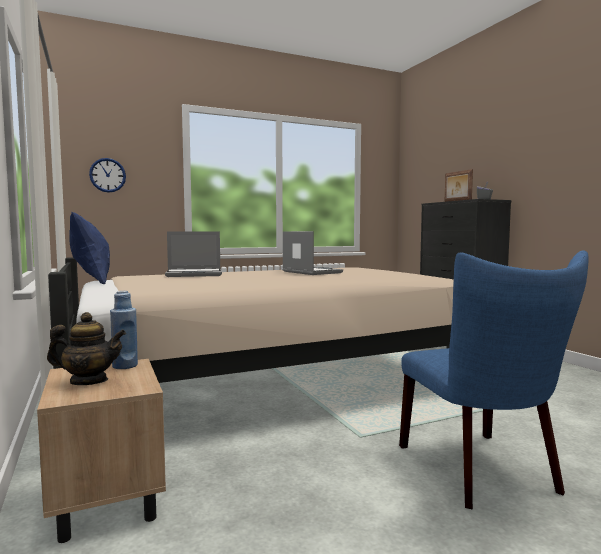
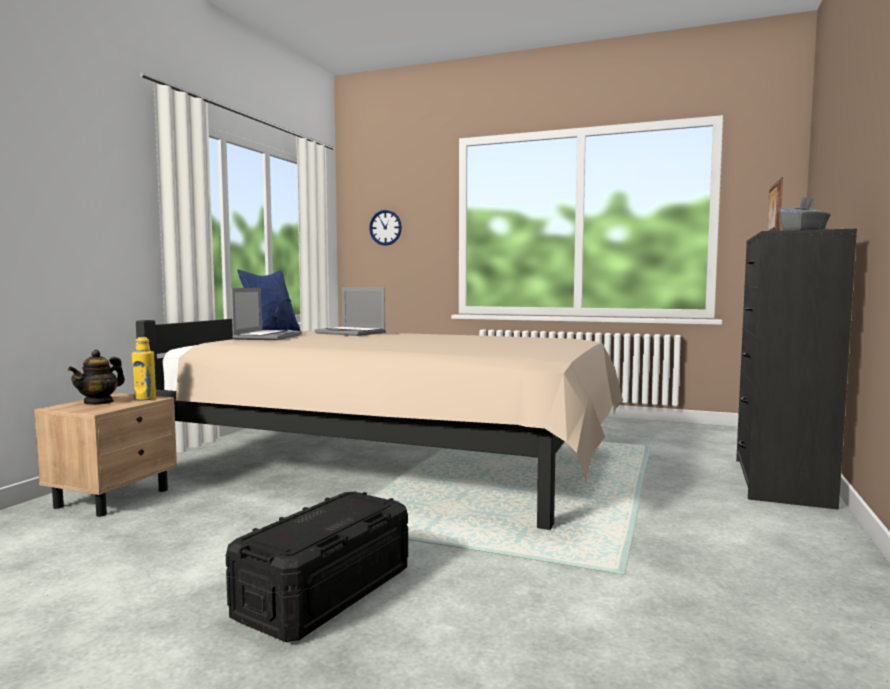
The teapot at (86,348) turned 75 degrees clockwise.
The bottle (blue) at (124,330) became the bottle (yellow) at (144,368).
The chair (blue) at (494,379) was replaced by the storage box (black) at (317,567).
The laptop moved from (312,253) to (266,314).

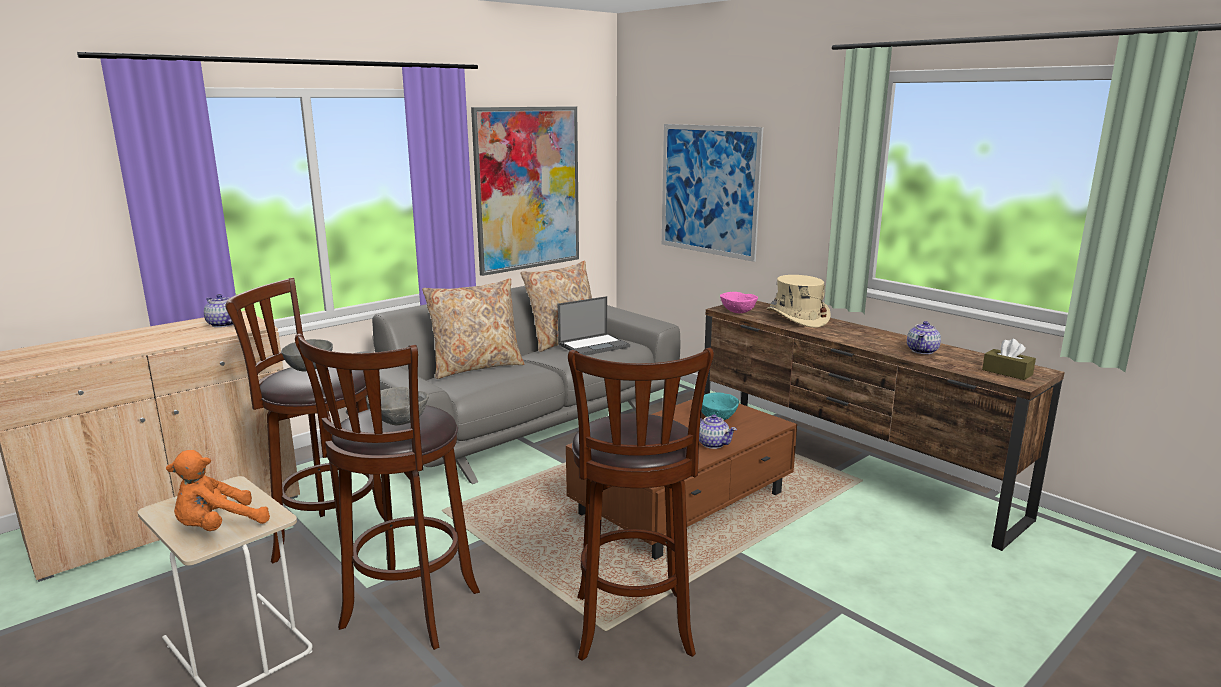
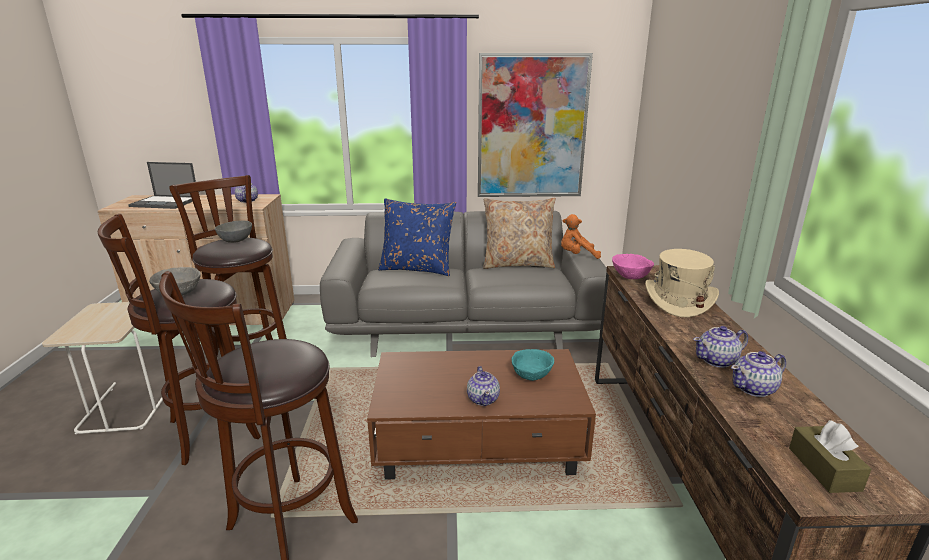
The laptop moved from (594,326) to (162,185).
The pillow (beige) at (473,328) became the pillow (blue) at (417,237).
The plush toy (orange) moved from (218,490) to (581,236).
The teapot at (720,347) appeared.
The picture at (712,193) disappeared.

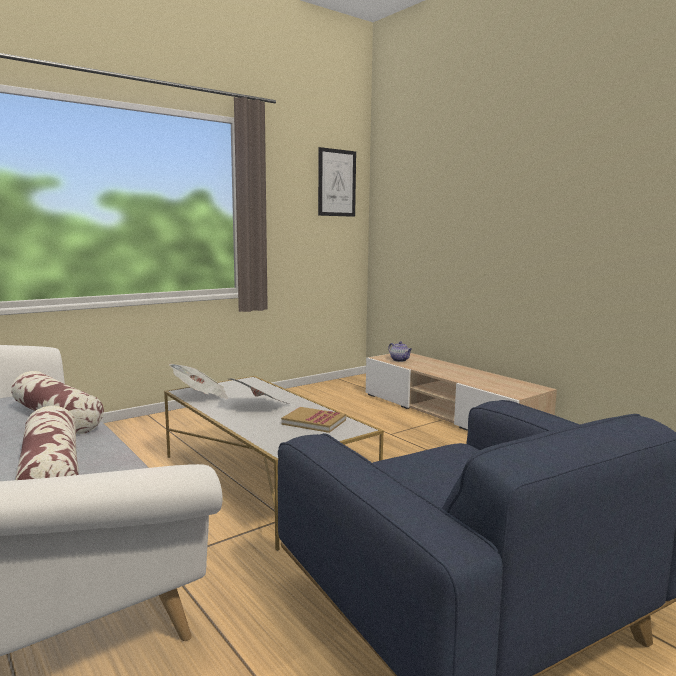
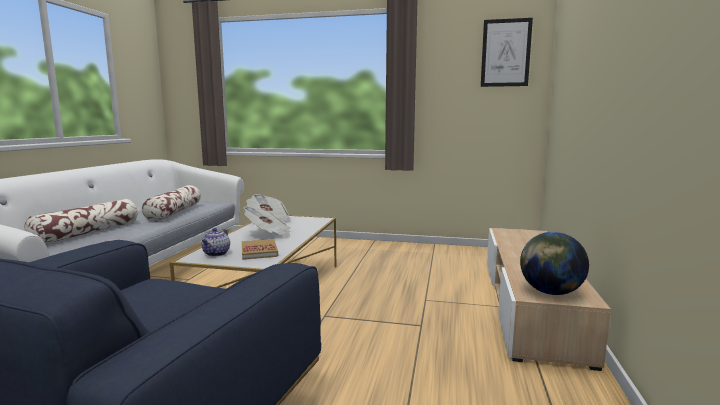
The teapot moved from (400,351) to (215,242).
The globe at (554,263) appeared.

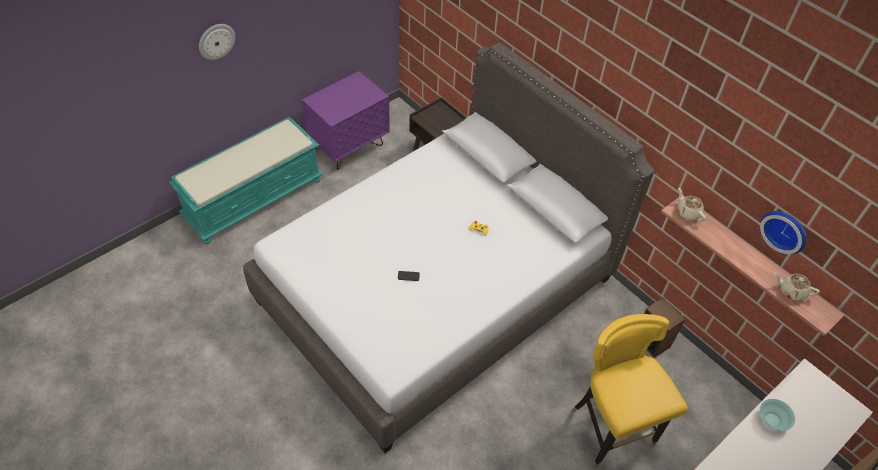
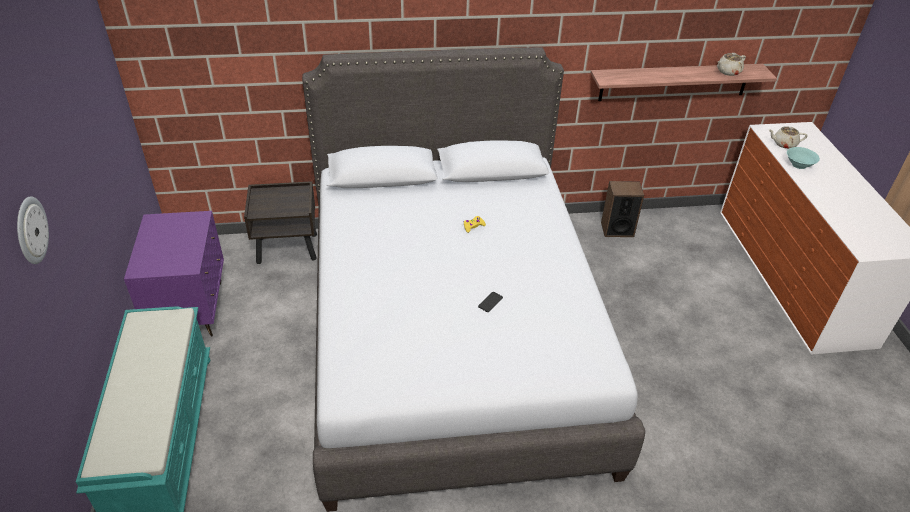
The teapot (beige) moved from (691,204) to (788,137).
The chair (yellow) at (629,391) disappeared.
The wall clock at (783,232) disappeared.

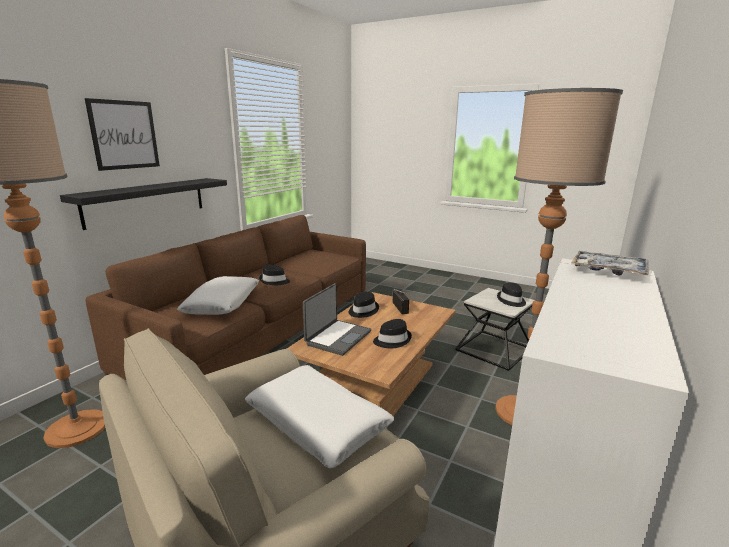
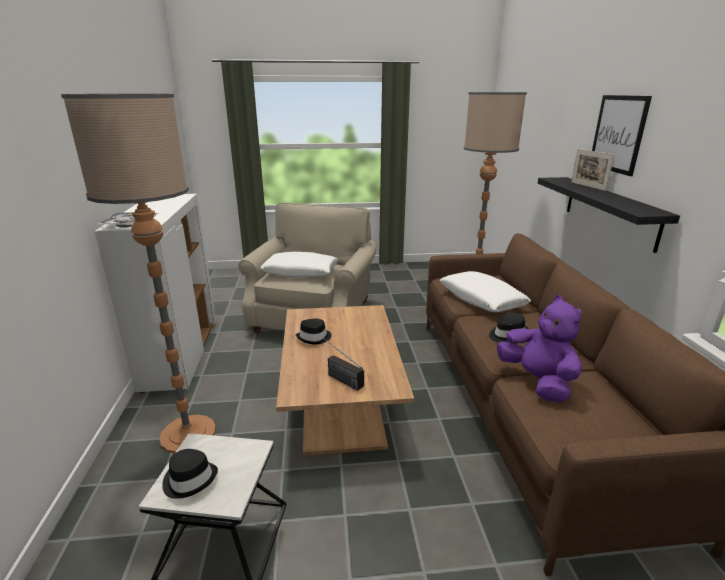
The plush toy (purple) at (539,349) appeared.
The picture frame at (593,170) appeared.
The laptop at (337,319) disappeared.
The hat (black) at (364,305) disappeared.

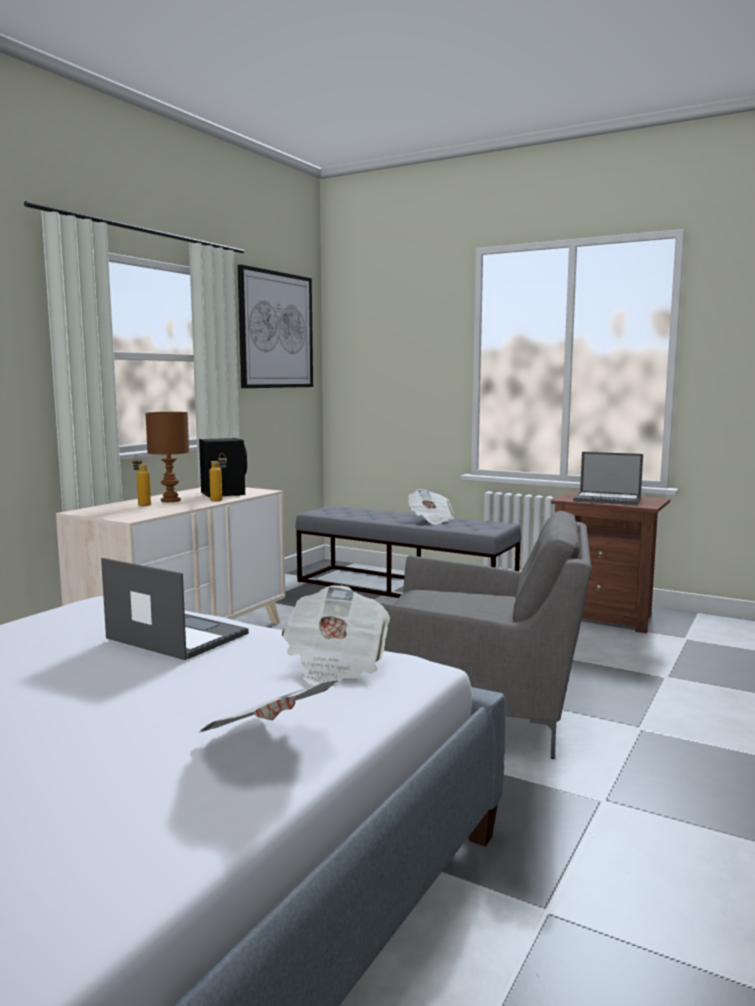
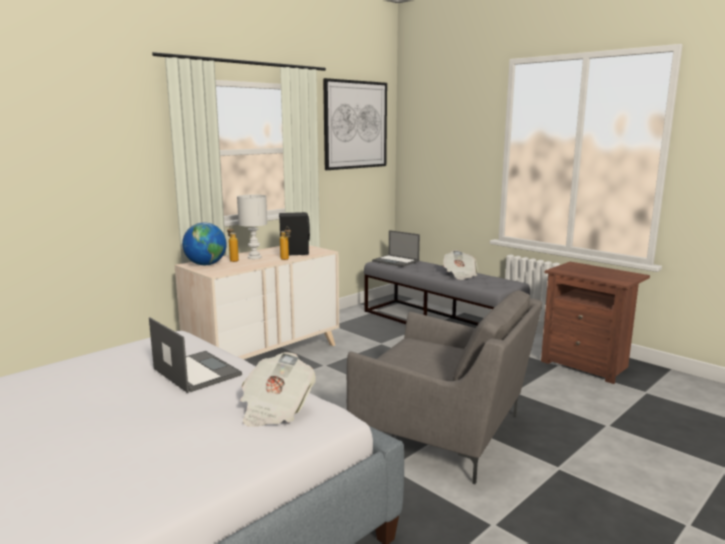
The globe at (204,243) appeared.
The table lamp (brown) at (167,457) became the table lamp (white) at (252,226).
The laptop moved from (608,478) to (396,248).
The newspaper at (268,706) disappeared.

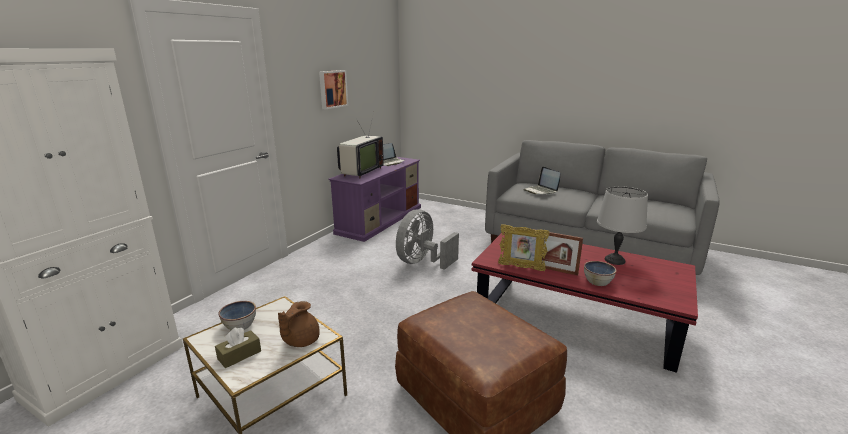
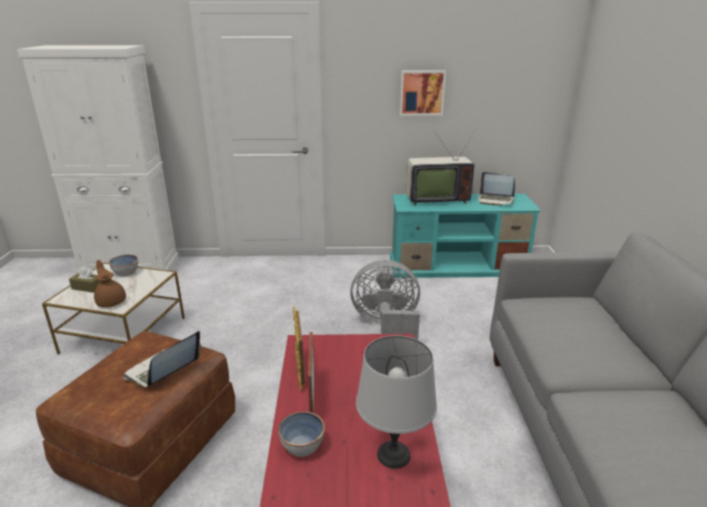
The teapot (brown) at (299,324) turned 60 degrees clockwise.
The laptop moved from (542,180) to (162,359).
The tv stand (purple) at (374,199) became the tv stand (turquoise) at (465,236).

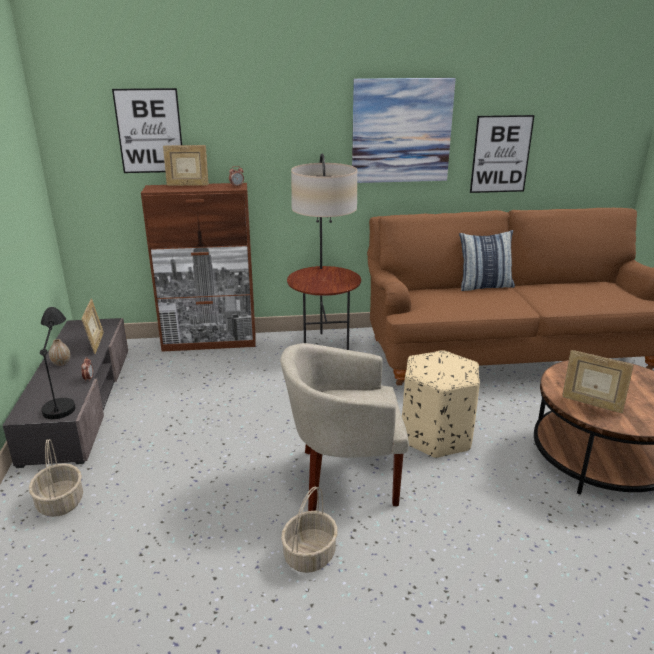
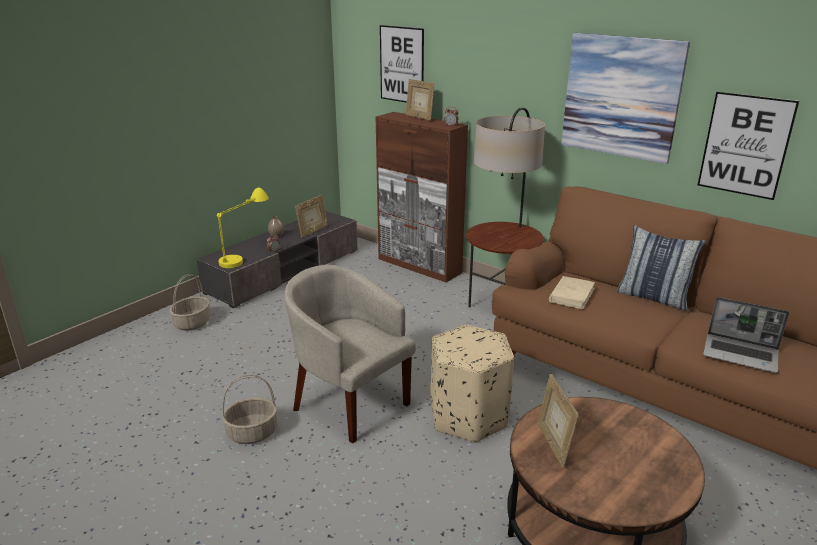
The table lamp (black) at (57,363) became the table lamp (yellow) at (243,228).
The book (beige) at (572,292) appeared.
The laptop at (746,335) appeared.

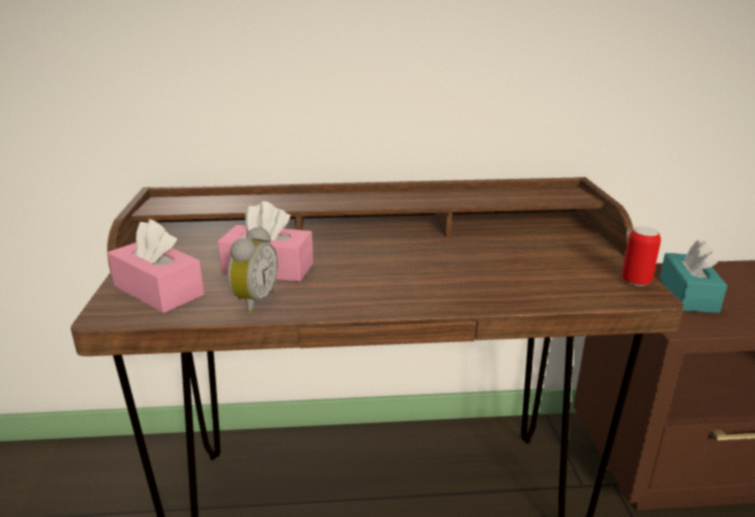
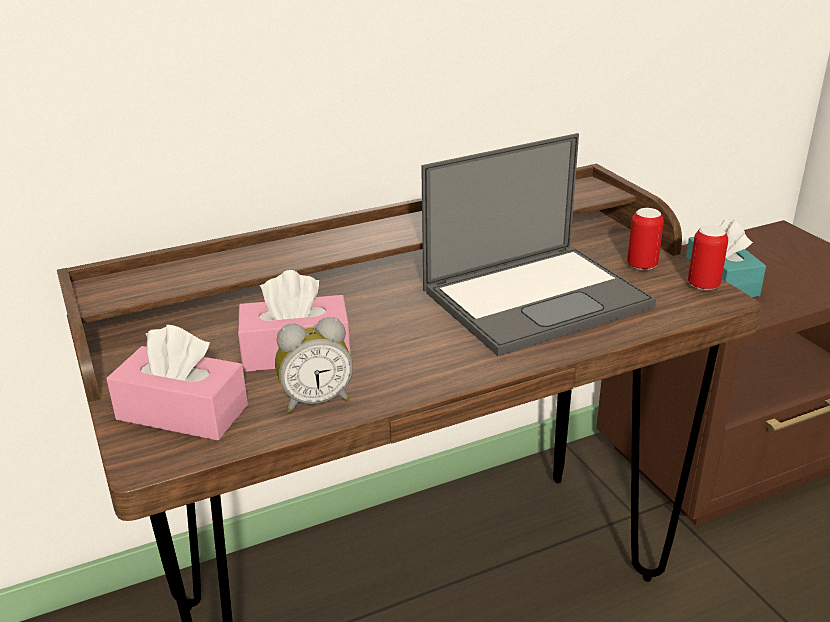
The alarm clock at (252,270) turned 75 degrees clockwise.
The laptop at (538,244) appeared.
The can at (645,239) appeared.

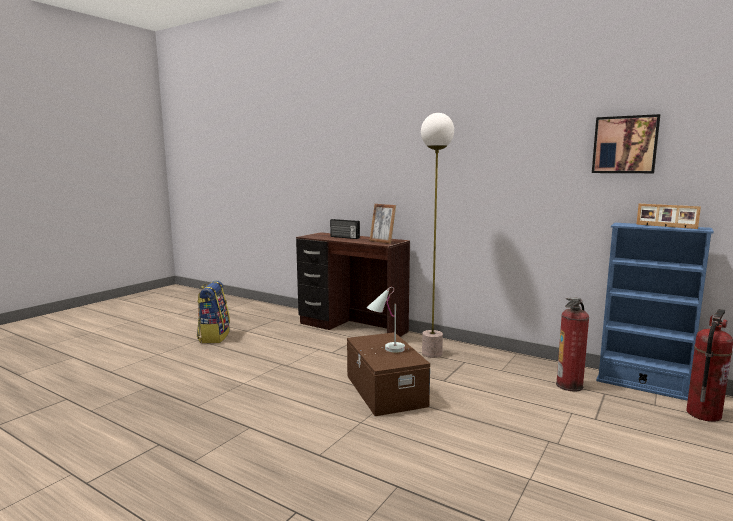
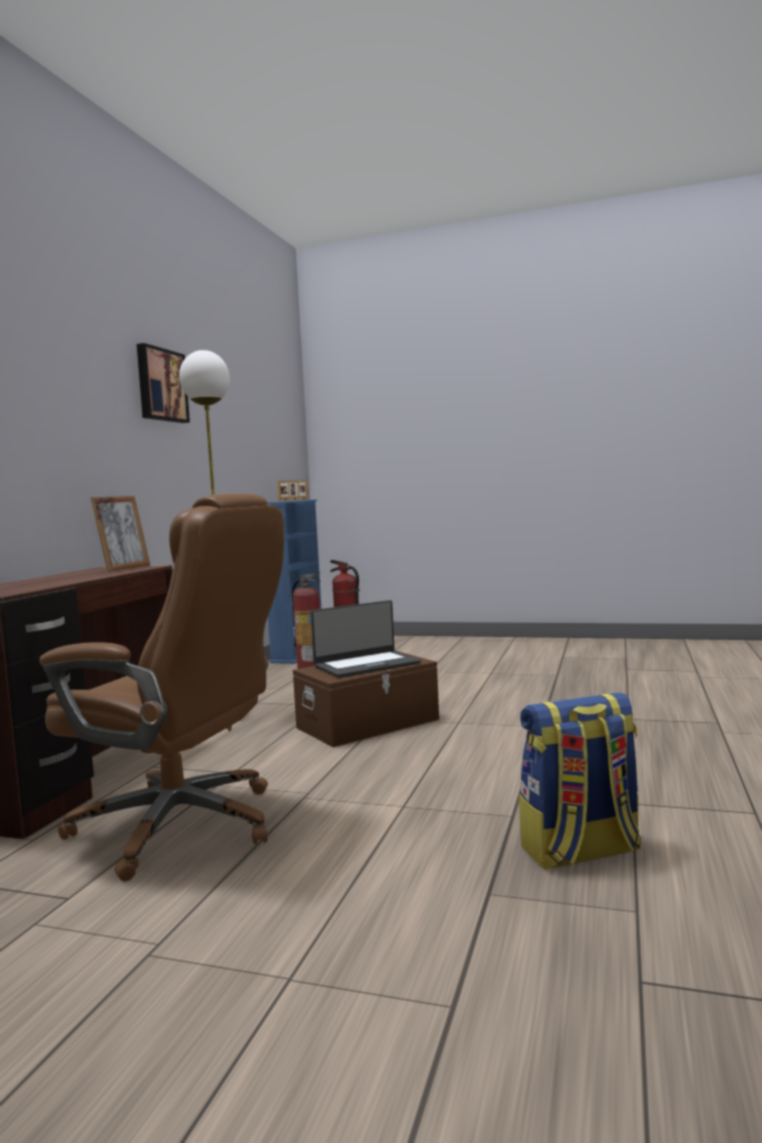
The office chair (brown) at (161,687) appeared.
The picture moved from (626,143) to (163,383).
The table lamp (white) at (386,320) was replaced by the laptop at (366,639).
The backpack moved from (213,311) to (580,781).
The radio at (345,229) disappeared.

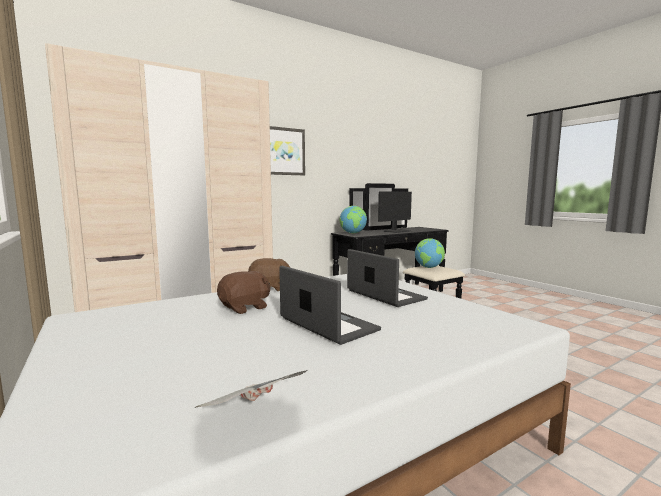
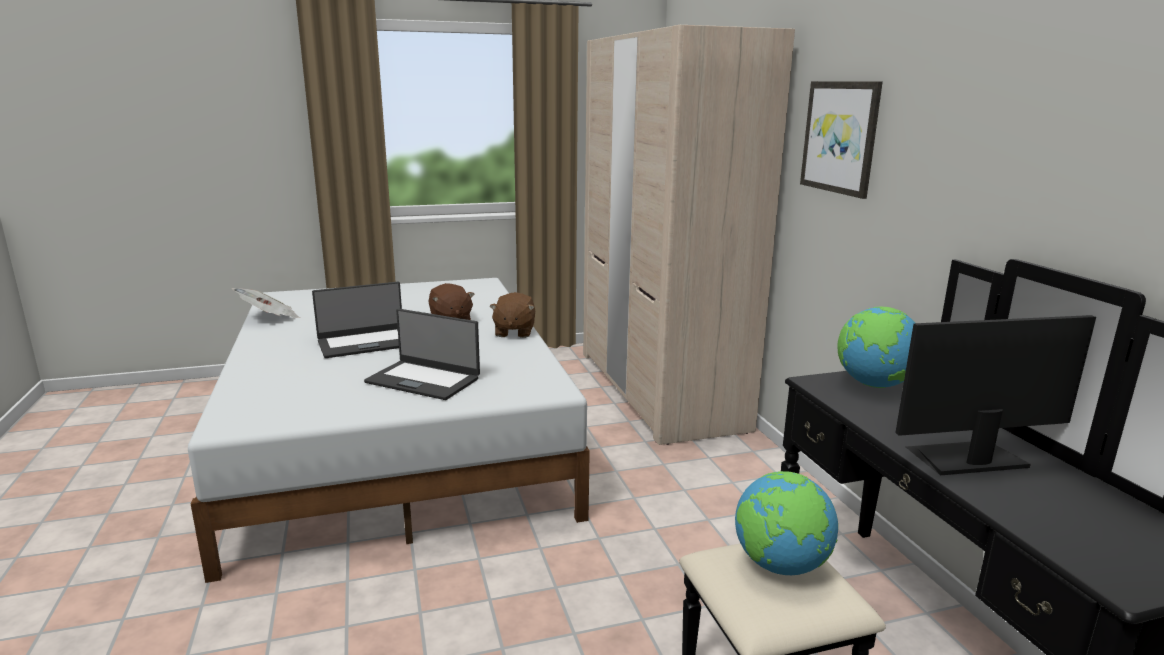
The laptop at (387,278) turned 45 degrees clockwise.
The monitor at (395,212) turned 105 degrees clockwise.

